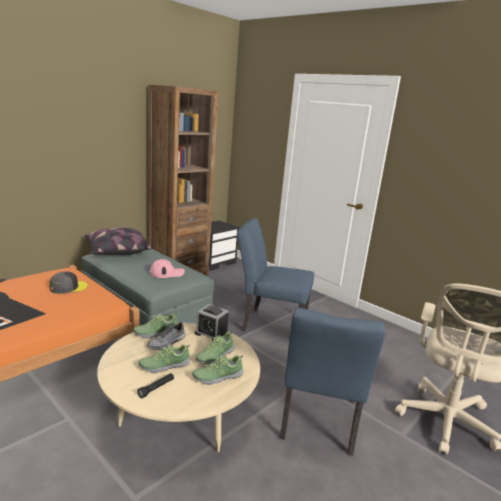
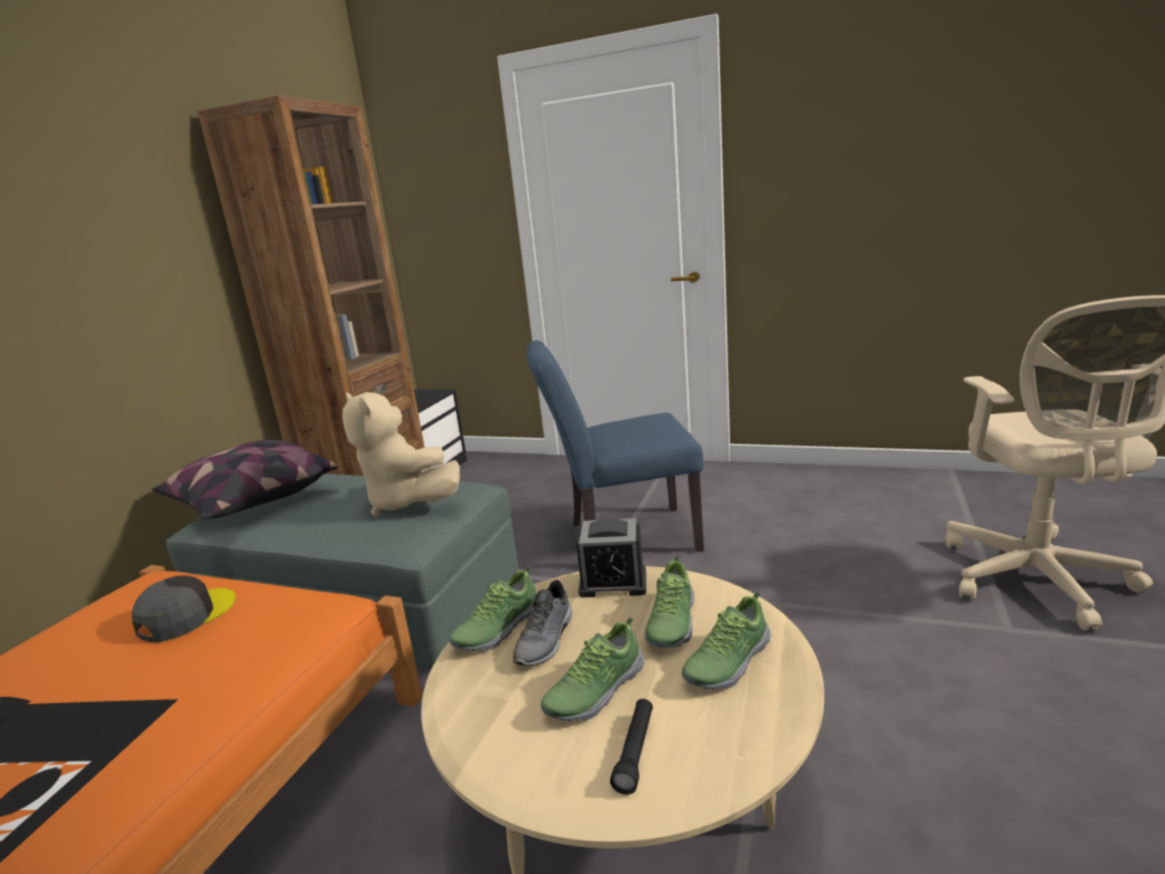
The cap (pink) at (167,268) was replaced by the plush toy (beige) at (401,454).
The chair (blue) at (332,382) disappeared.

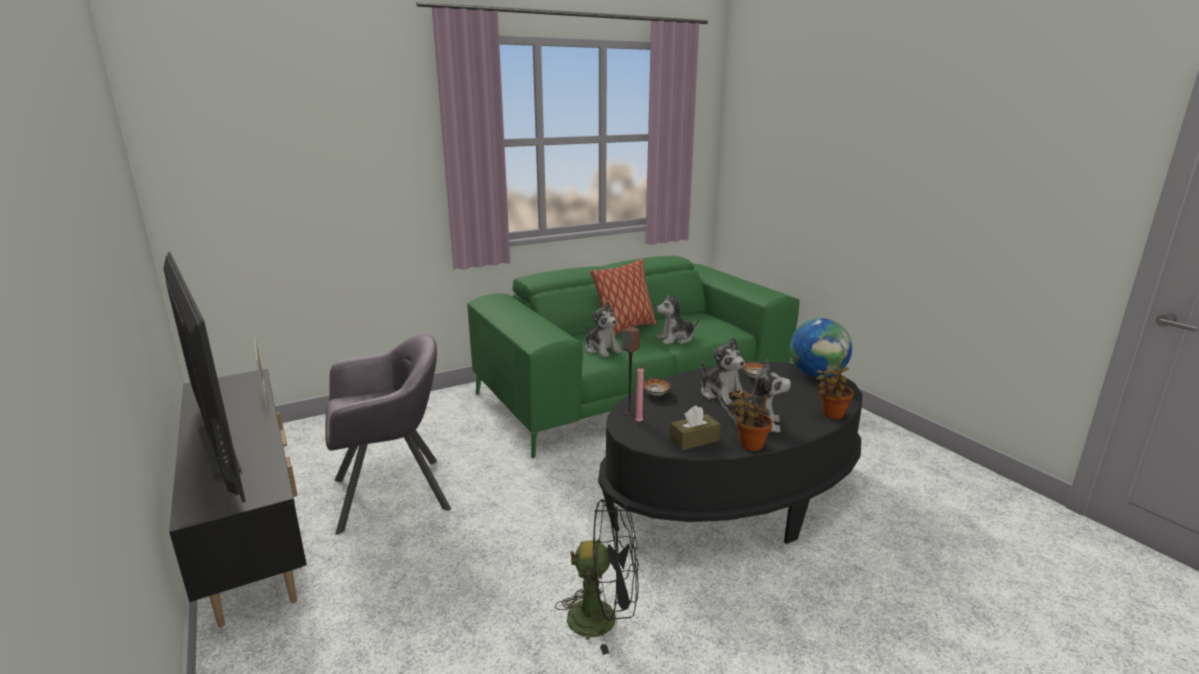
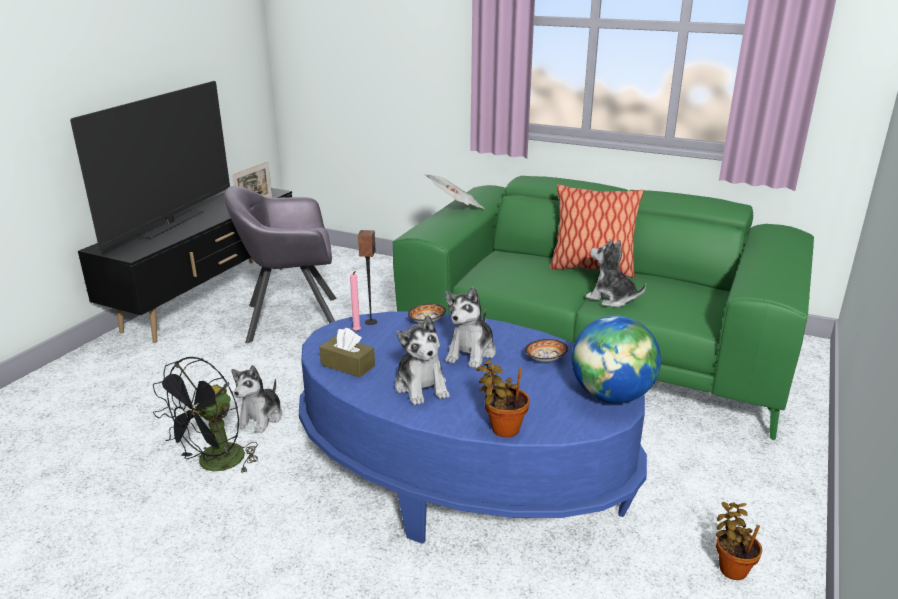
The fan (black) at (597,577) turned 60 degrees clockwise.
The armchair (grey) at (388,434) turned 135 degrees clockwise.
The plush toy moved from (603,329) to (257,399).
The coffee table (black) at (730,453) became the coffee table (blue) at (473,427).
The newspaper at (454,191) appeared.
The potted plant moved from (751,420) to (739,541).

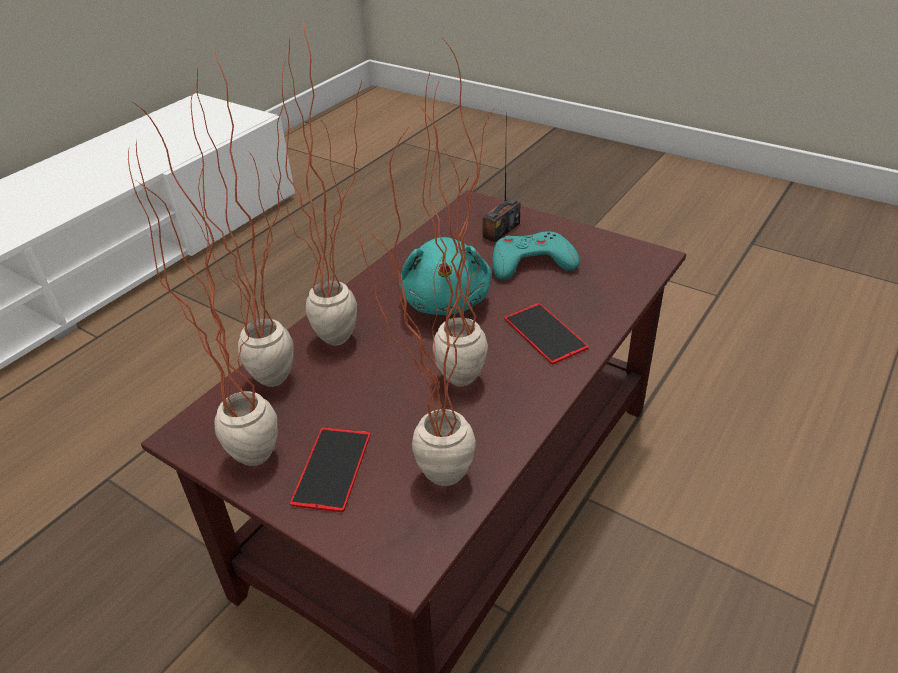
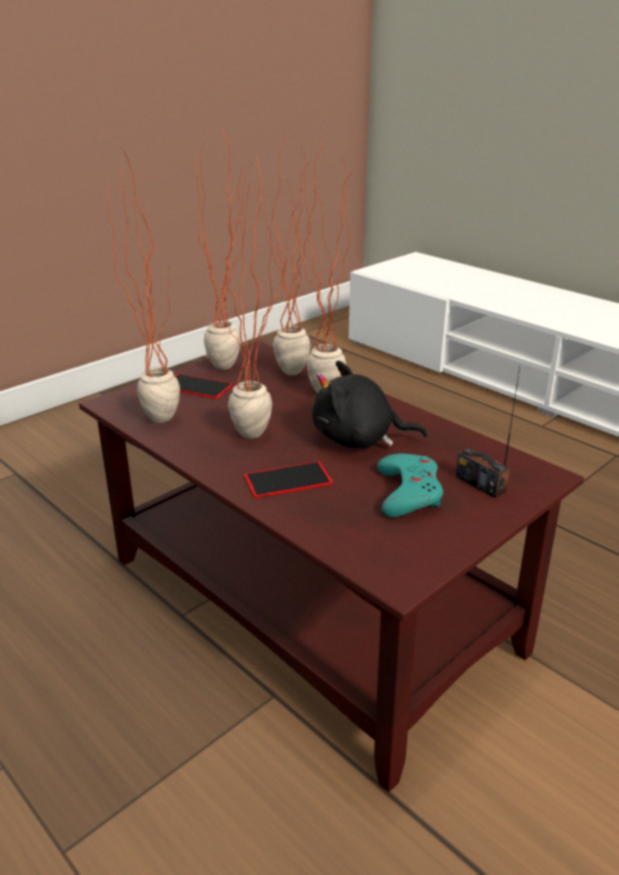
The plush toy (turquoise) at (445,276) became the plush toy (black) at (369,404).

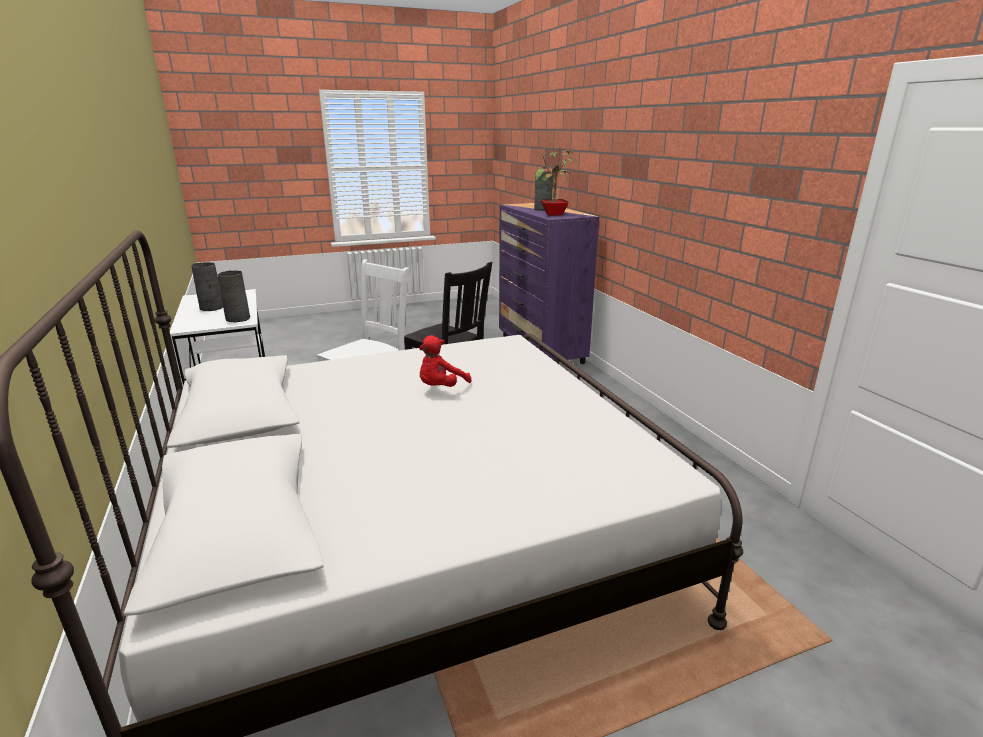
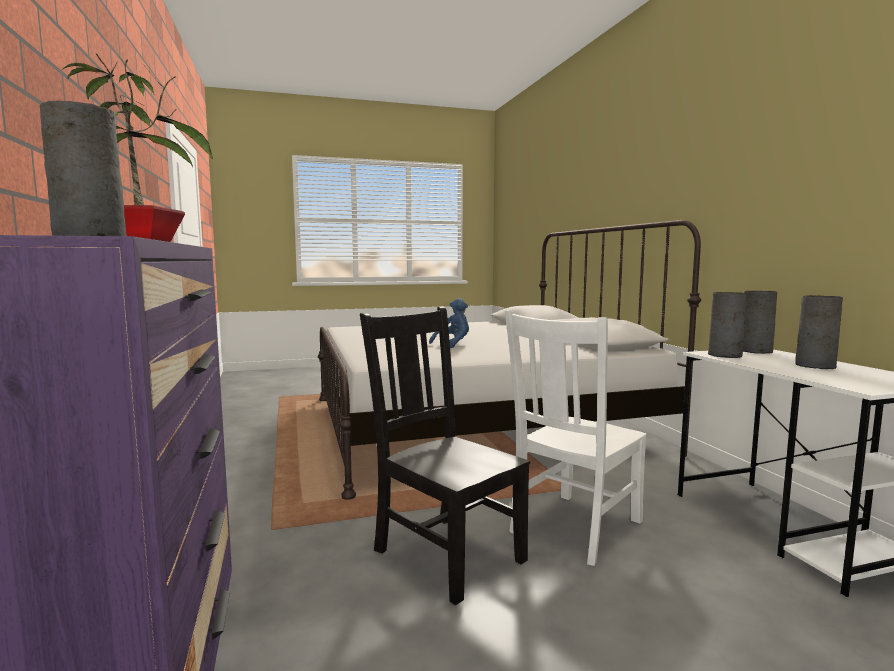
The plush toy (red) at (445,361) became the plush toy (blue) at (449,323).
The vase (grey) at (760,322) appeared.

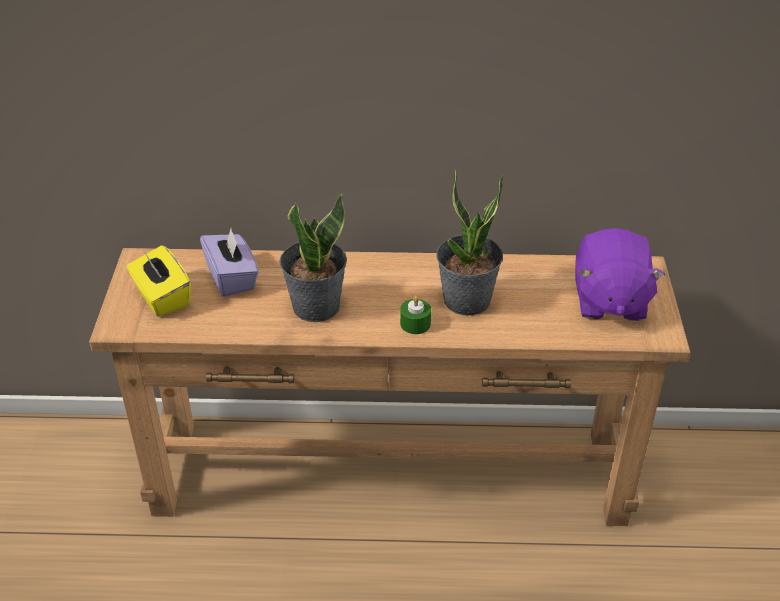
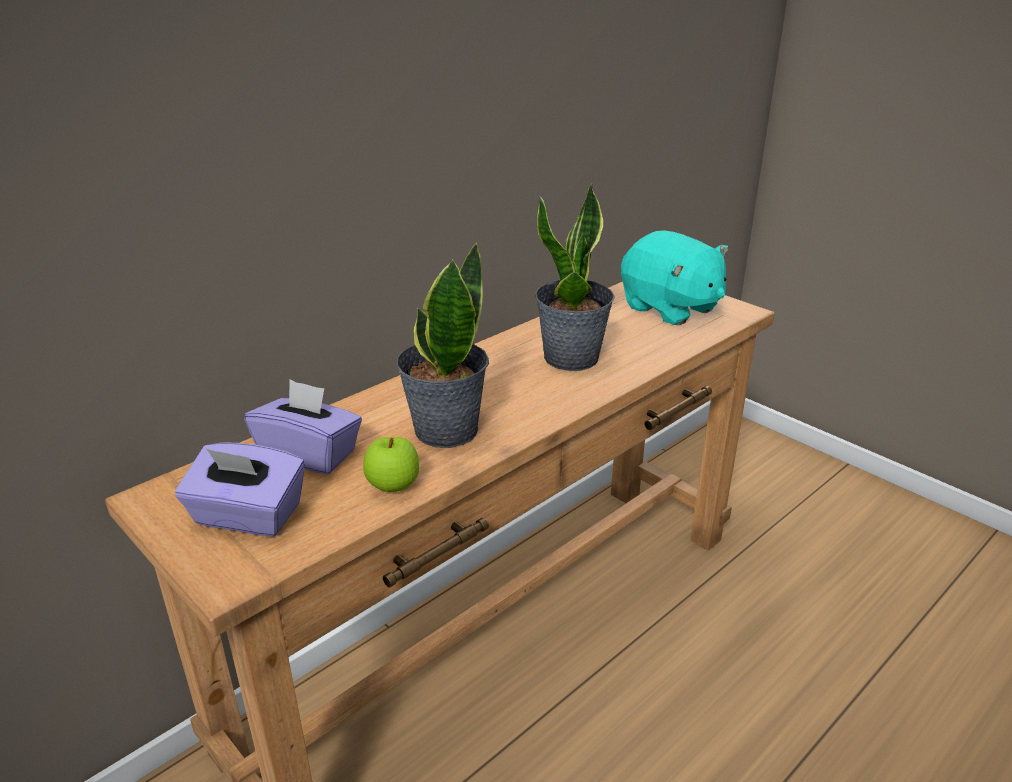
The tissue box (yellow) at (159,281) became the tissue box (purple) at (240,489).
The apple at (391,464) appeared.
The plush toy (purple) at (620,274) became the plush toy (turquoise) at (674,277).
The candle (green) at (415,315) disappeared.

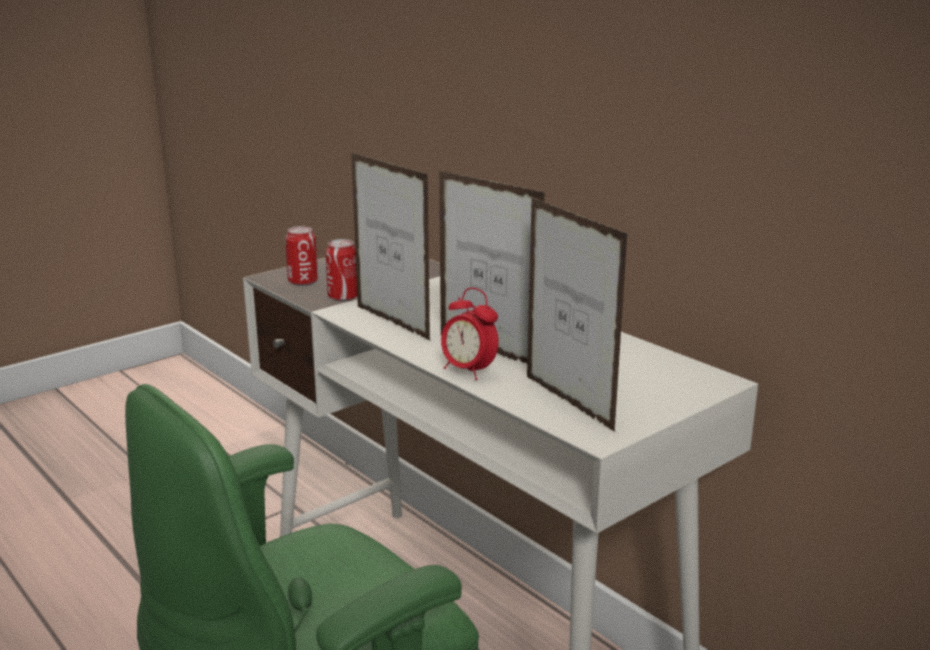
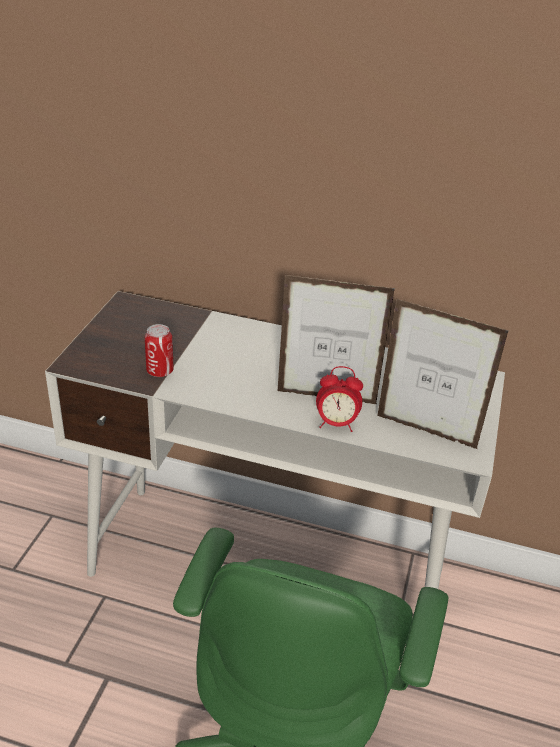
The can at (301,256) disappeared.
The picture frame at (391,246) disappeared.

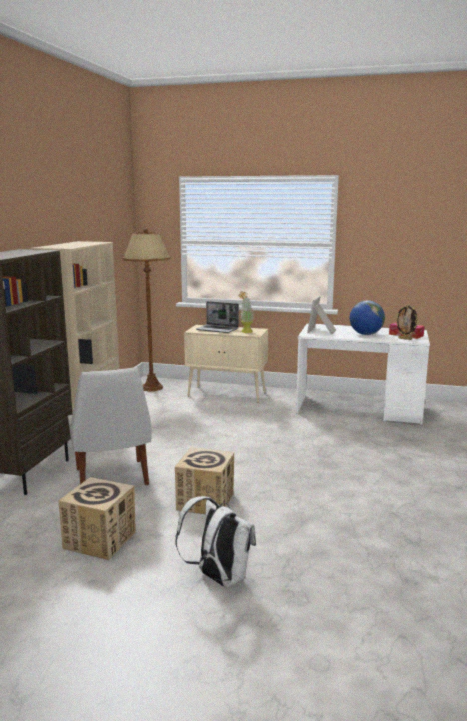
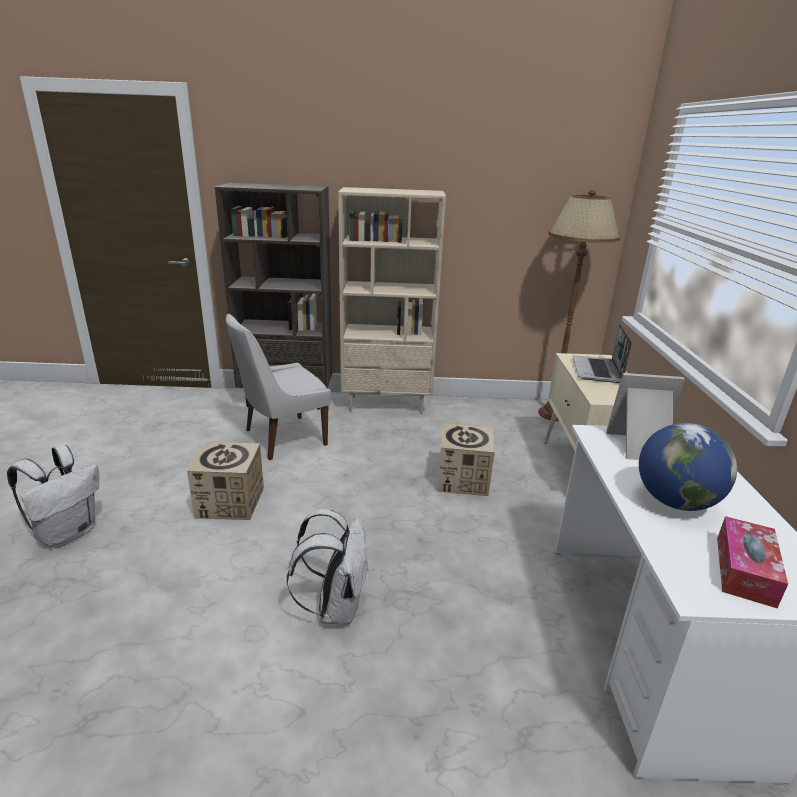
The backpack (white) at (328,567) appeared.
The cardboard box moved from (97,518) to (466,459).
The potted plant at (246,312) disappeared.
The picture frame at (407,322) disappeared.

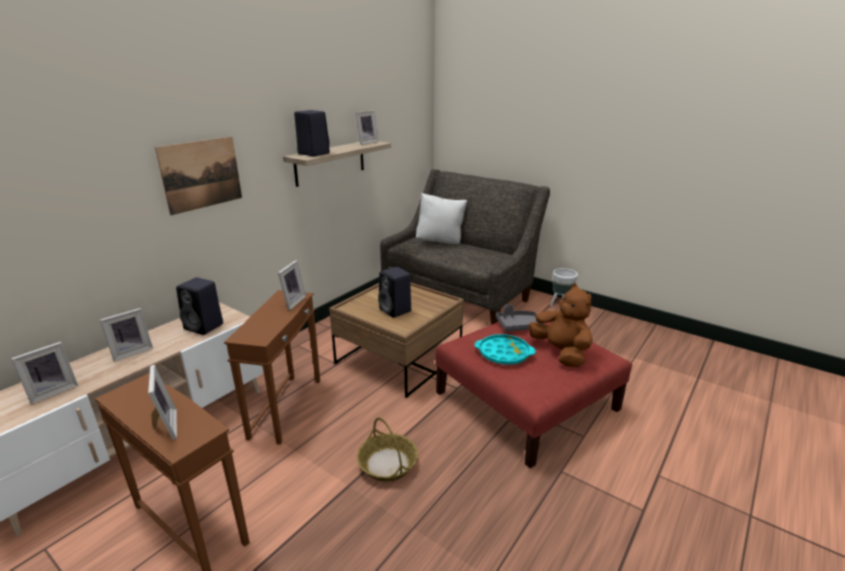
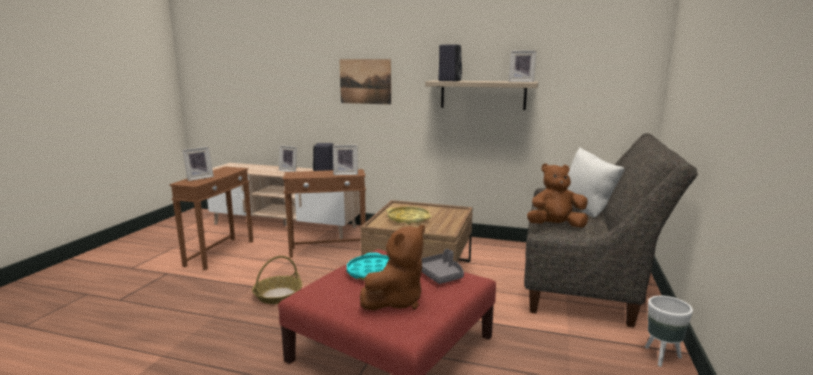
The speaker (black) at (394,292) was replaced by the tray (yellow) at (409,215).
The plush toy (brown) at (557,195) appeared.
The picture frame at (44,373) disappeared.

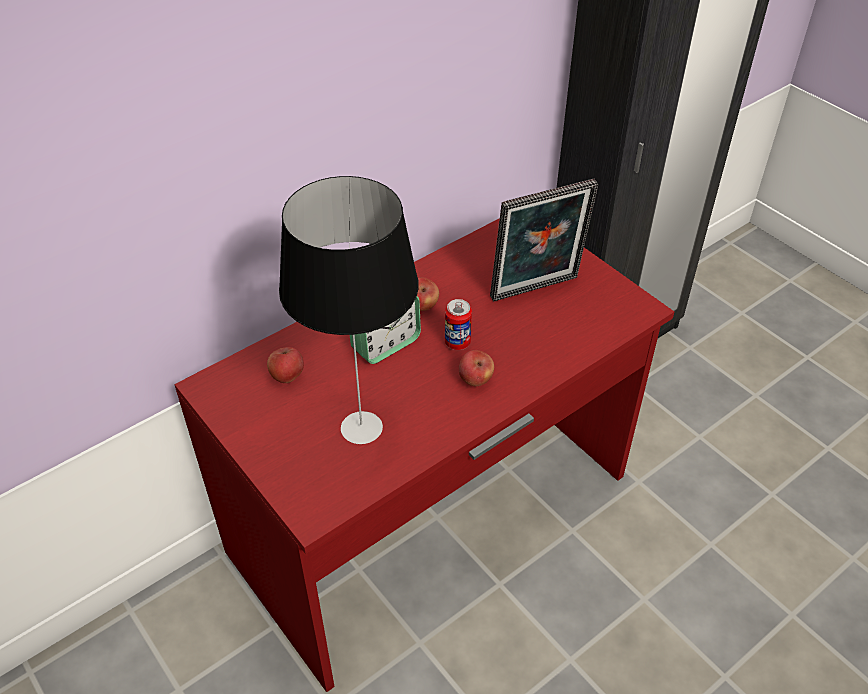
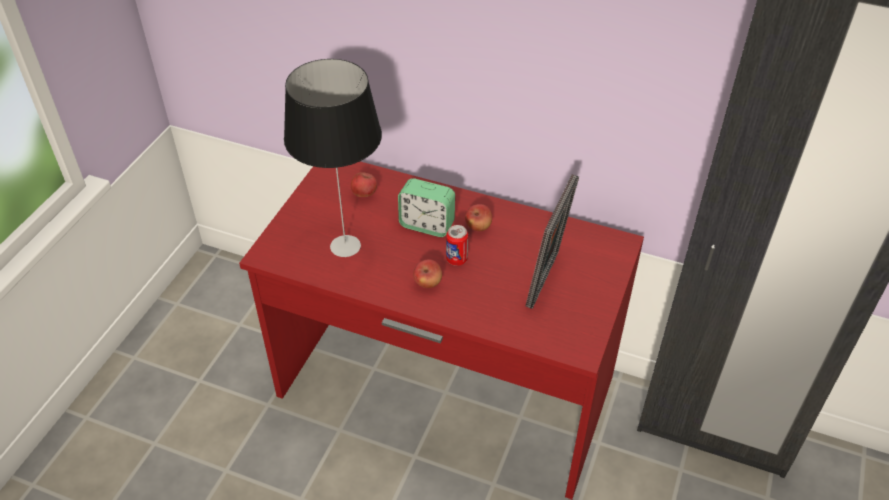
The picture frame at (544,240) turned 105 degrees counterclockwise.

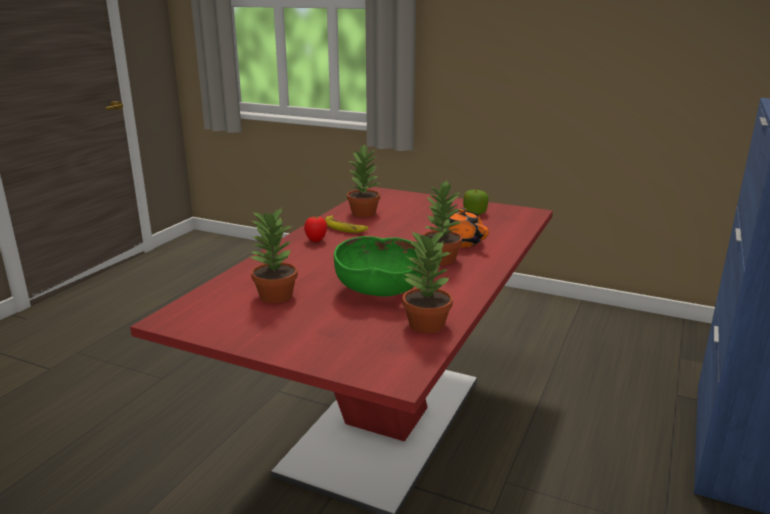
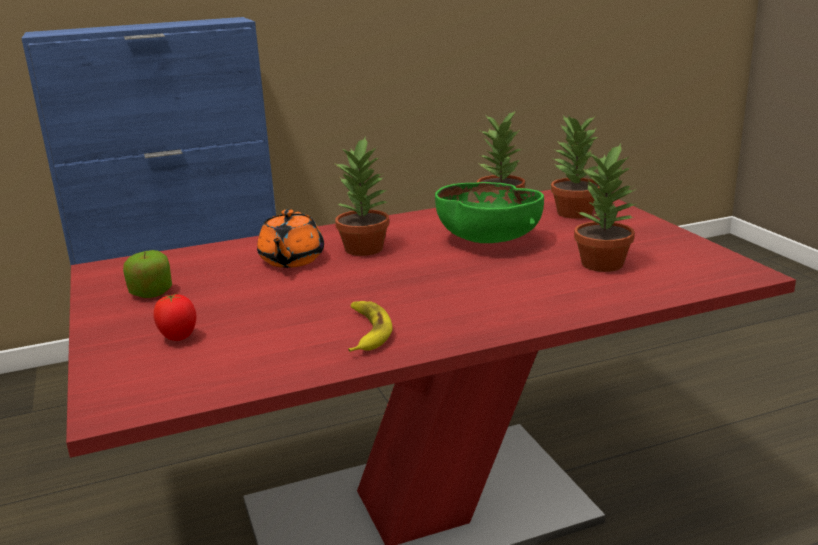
The tomato moved from (315,229) to (175,317).
The potted plant moved from (363,180) to (575,167).

